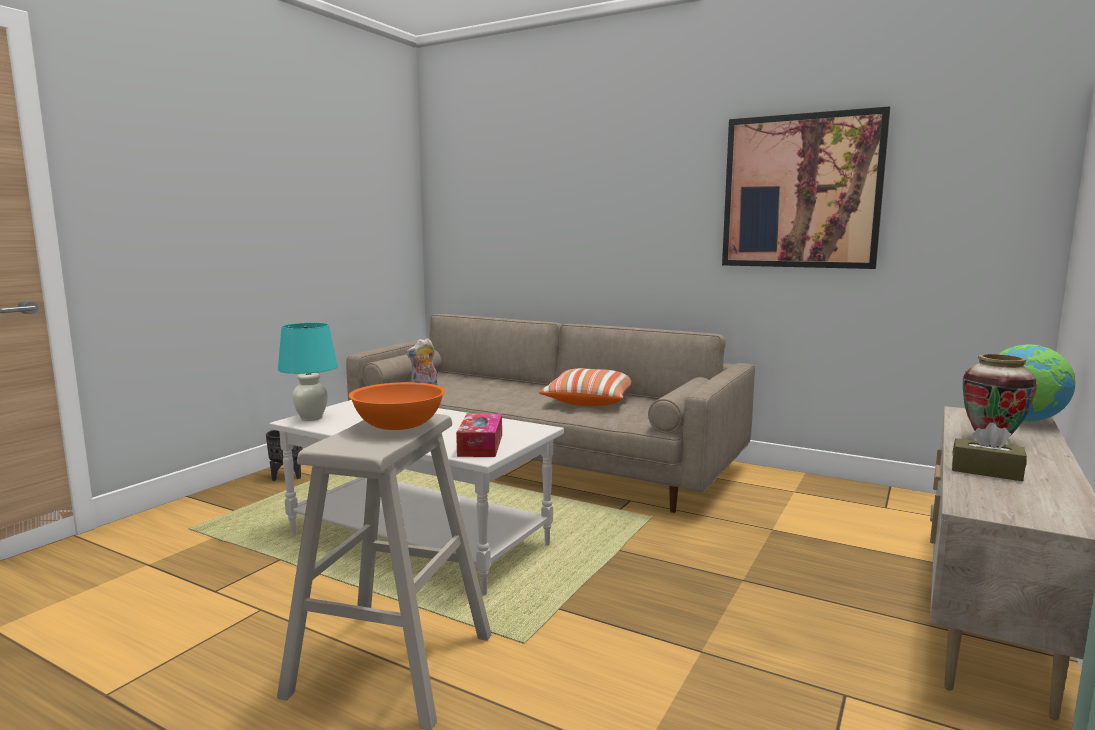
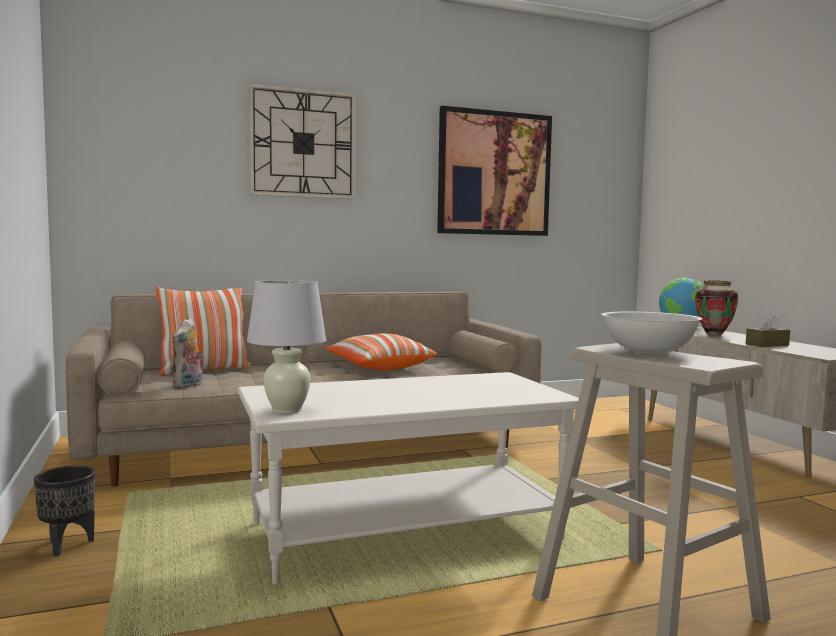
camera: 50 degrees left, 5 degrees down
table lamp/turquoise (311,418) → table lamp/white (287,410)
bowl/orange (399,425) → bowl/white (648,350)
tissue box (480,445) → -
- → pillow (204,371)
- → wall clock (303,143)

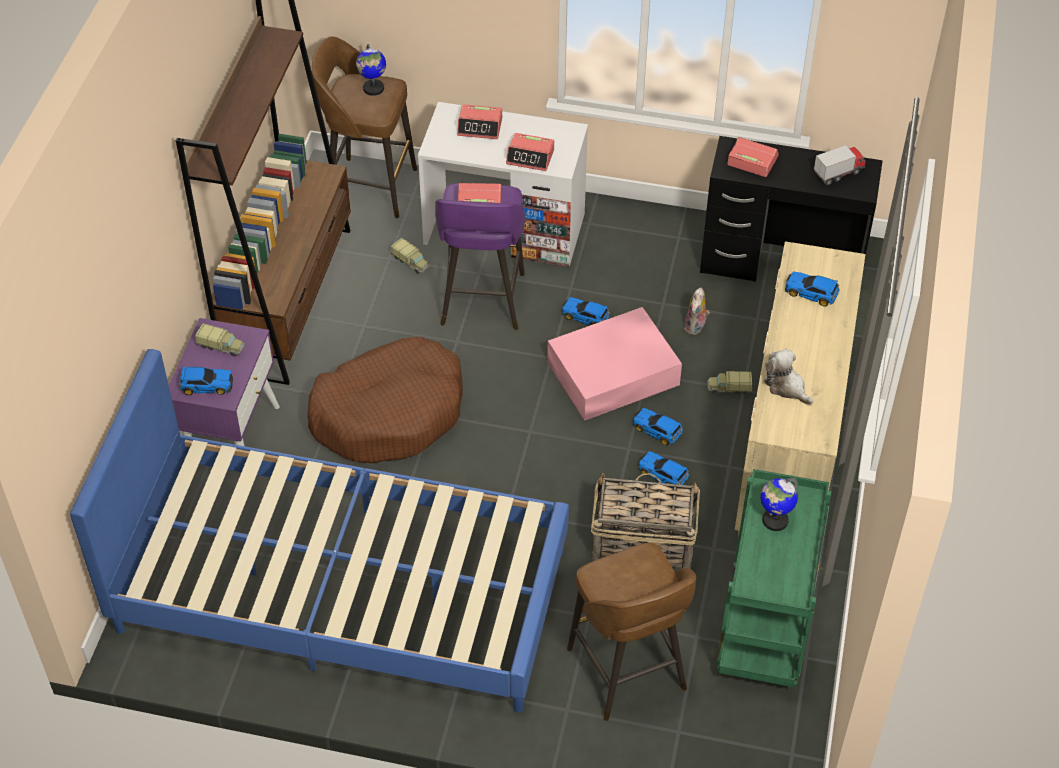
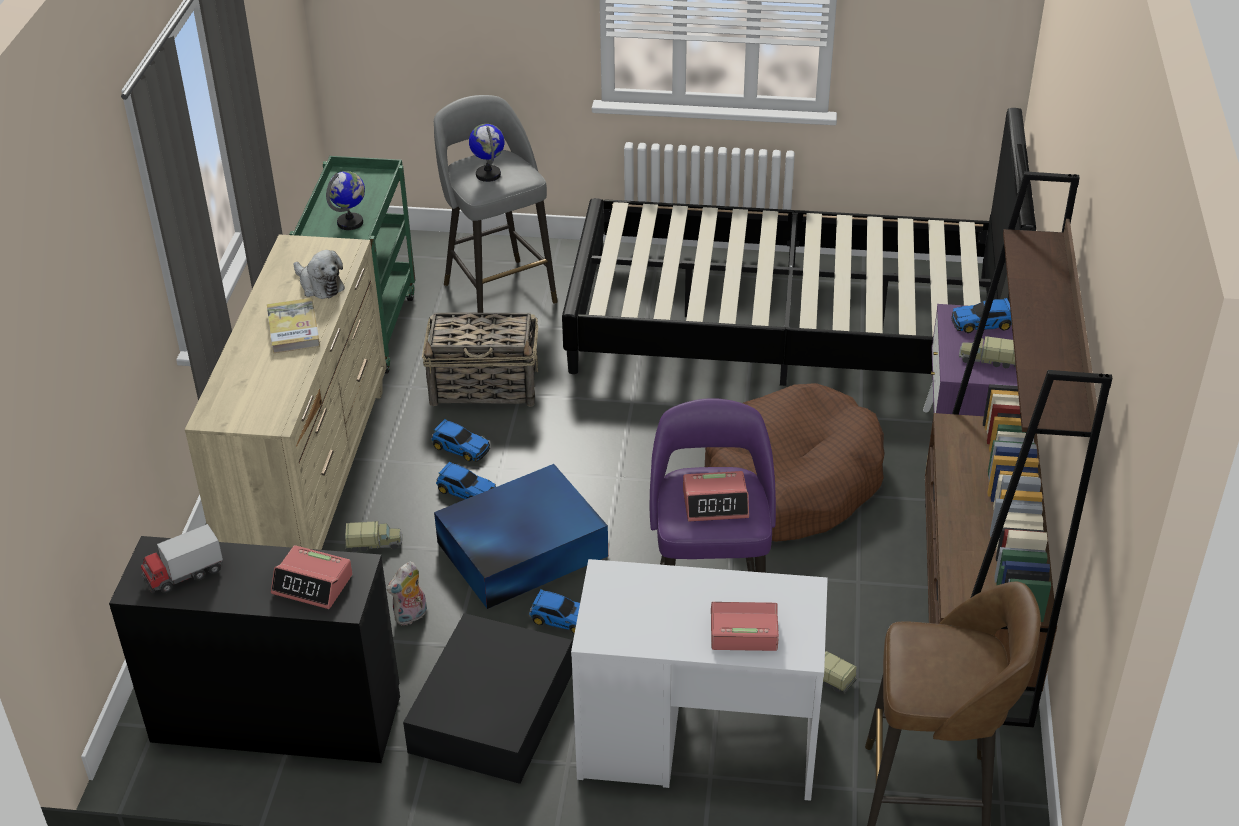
camera: 175 degrees right, 10 degrees down
bed/blue (341,589) → bed/black (787,327)
globe (373,88) → globe (488,174), move
alarm clock (530,157) → -
storage box/pink (615,373) → storage box/blue (520,549)
stool/brown (628,672) → stool/grey (498,291)
plush toy (696,327) → plush toy (411,616), 150 degrees counterclockwise
toy car (812,293) → -
- → book (293,329)
- → storage box/black (490,712)

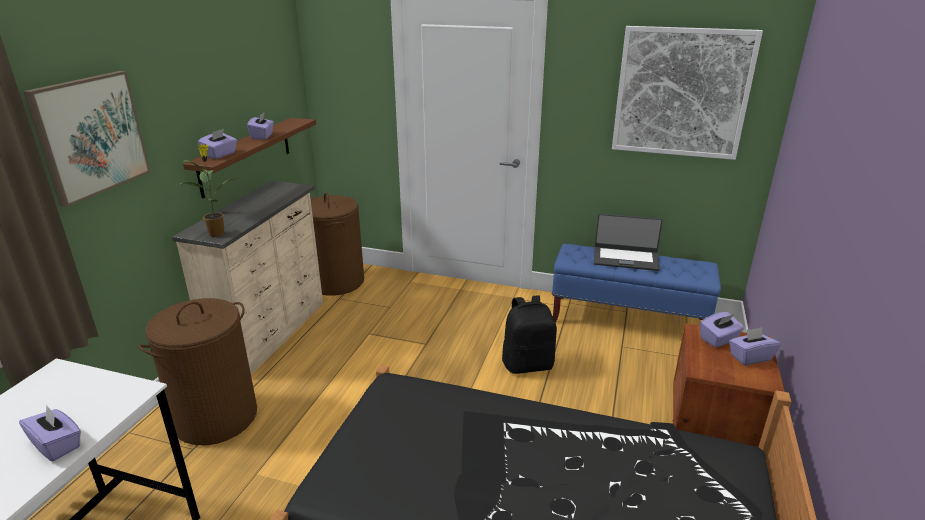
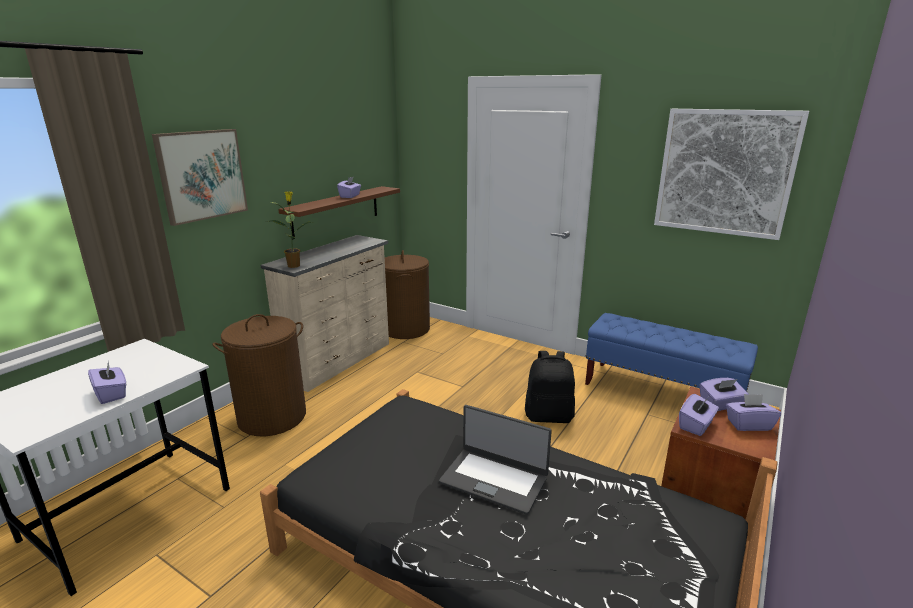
camera: 15 degrees right, 5 degrees down
tissue box/purple (220,155) → tissue box/purple (696,425), move
laptop (625,258) → laptop (494,479), move

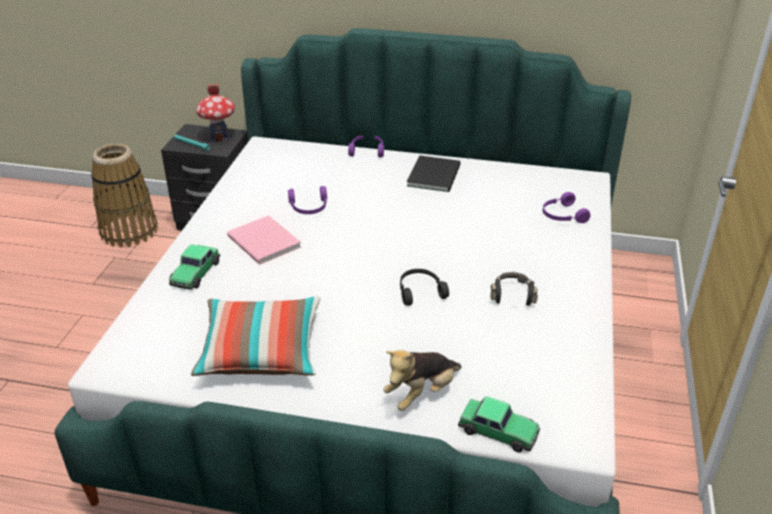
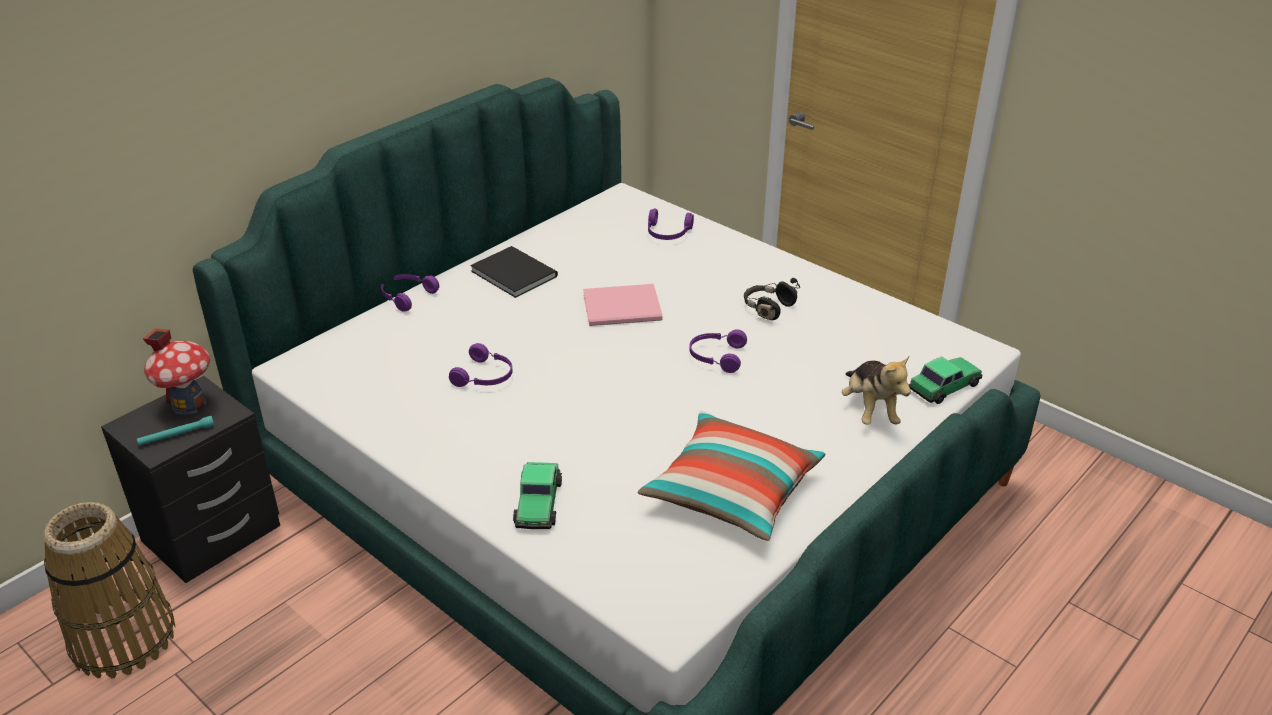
camera: 60 degrees left, 0 degrees up
toy car (195,273) → toy car (538,503), 45 degrees clockwise
book/pink (263,243) → book/pink (624,308), move
headphones/black (420,291) → headphones/purple (716,357)

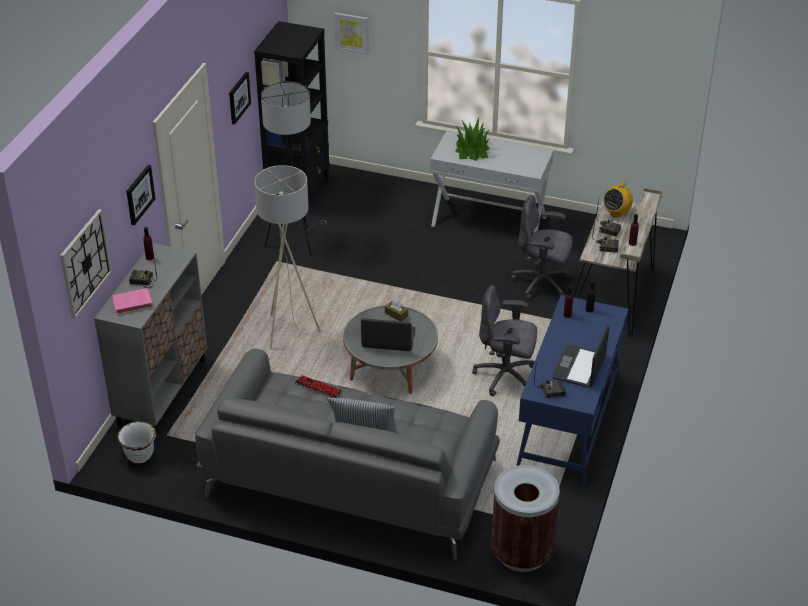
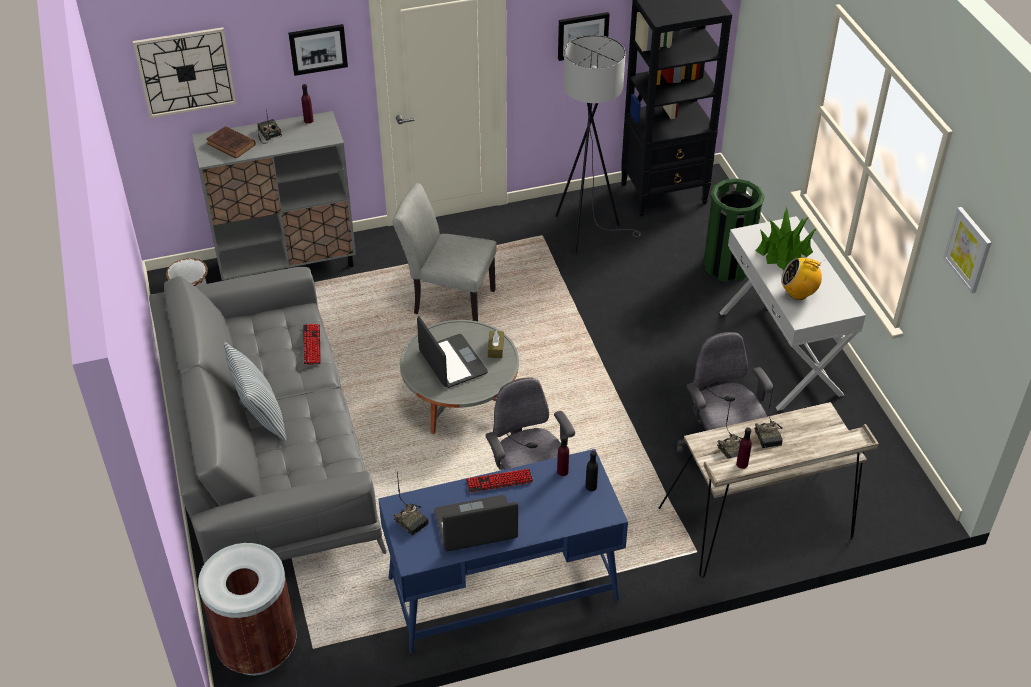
camera: 55 degrees right, 5 degrees up
book/pink (133,303) → book/brown (232,145)
floor lamp/beige (292,331) → chair/grey (448,300)
picture (352,32) → picture (968,249), move
radio (616,212) → radio (798,293), move
- → keyboard (499,481)
- → trash can/green (727,266)

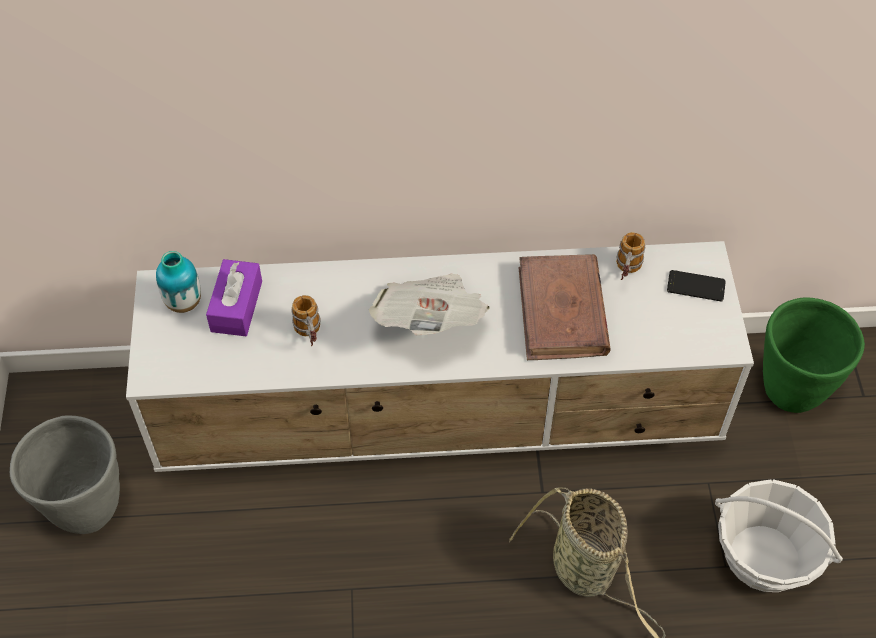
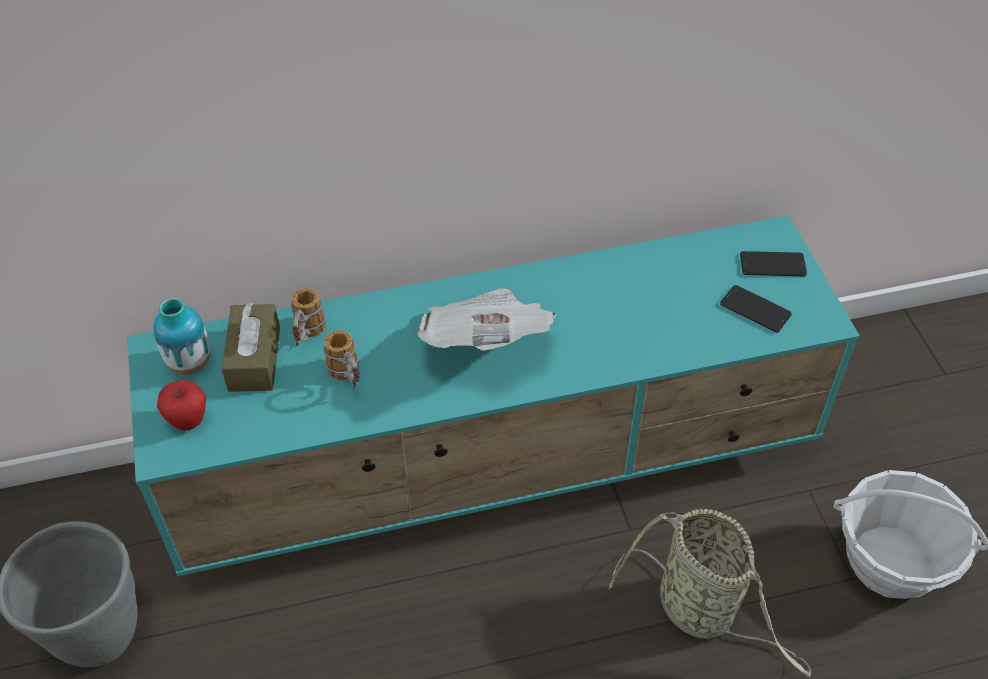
camera: 10 degrees left, 5 degrees down
tv stand/white (441,418) → tv stand/turquoise (498,466)
tissue box/purple (236,306) → tissue box/brown (254,358)
book/brown (562,311) → -
mug (626,272) → mug (307,337), move
planter/green (792,390) → -
- → apple (188,421)
- → phone (755,309)

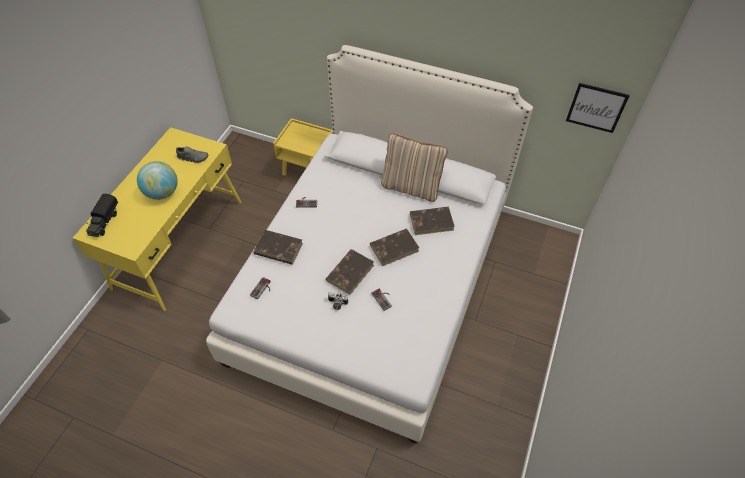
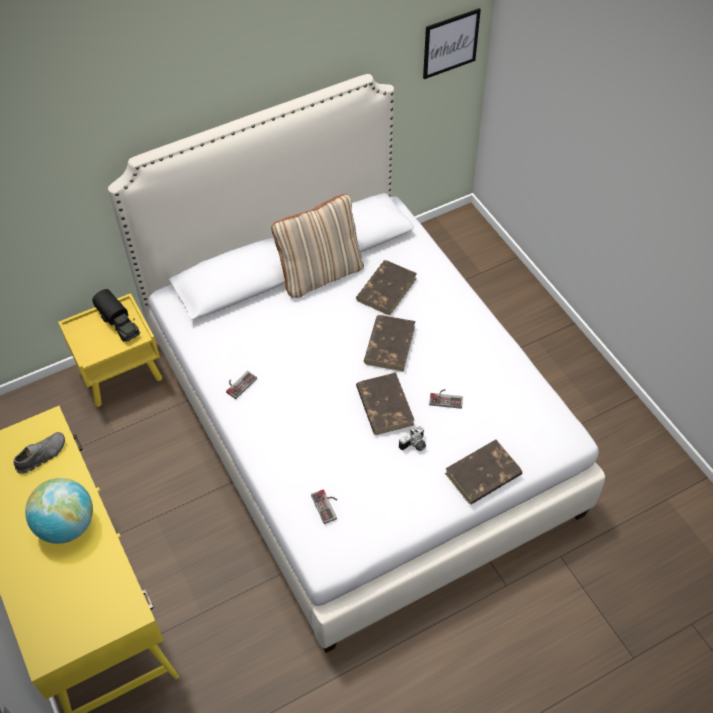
camera: 50 degrees left, 0 degrees up
toy truck (104,222) → toy truck (119,324), move
book/brown (278,249) → book/brown (482,475), move

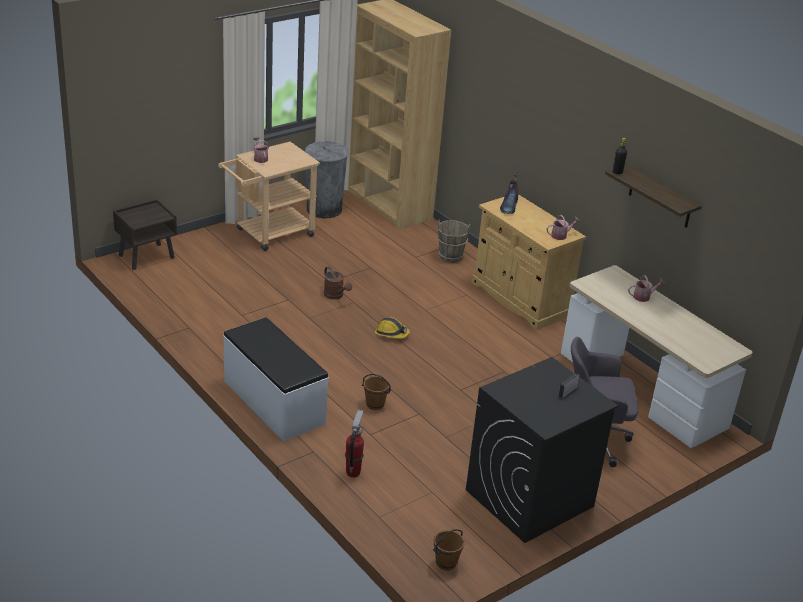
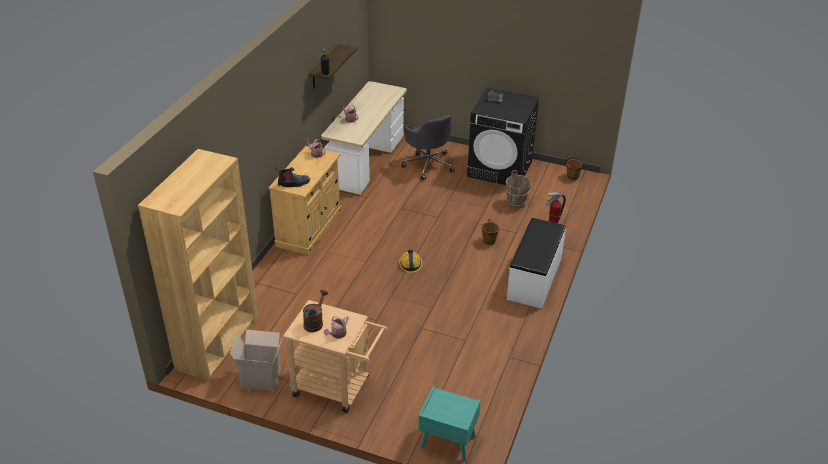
camera: 120 degrees left, 5 degrees up
nightstand/brown (147,256) → nightstand/turquoise (447,441)
trash can/grey (324,209) → cardboard box (261,377)
watering can/brown (336,296) → watering can/brown (315,322), move
bucket/brown (450,257) → bucket/brown (516,203), move

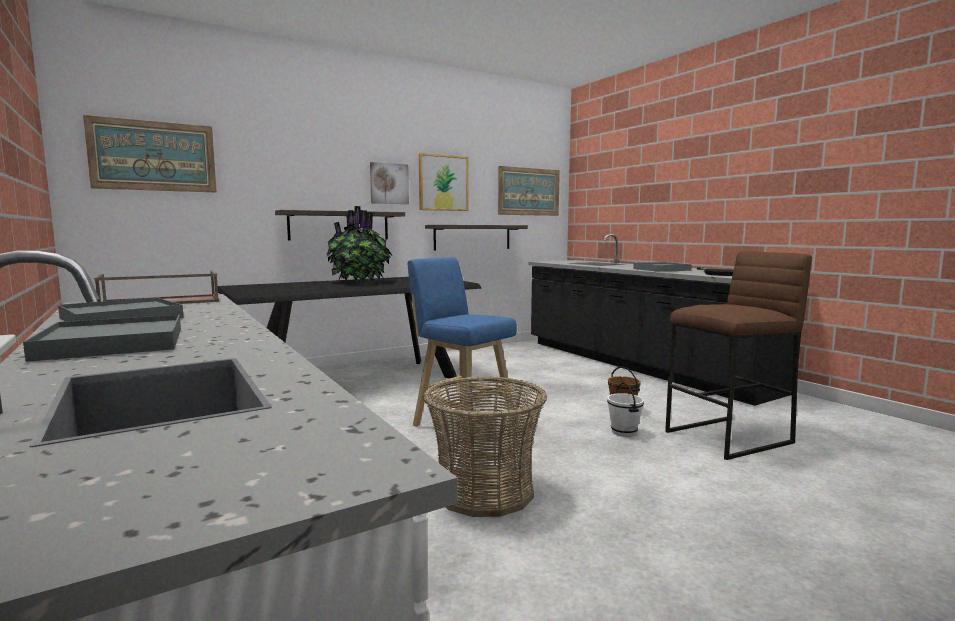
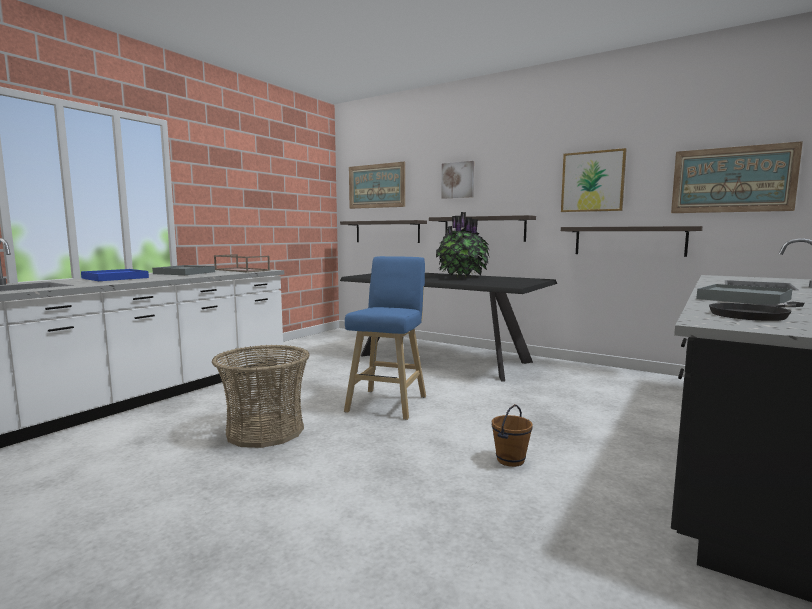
camera: 65 degrees right, 0 degrees up
tray/grey (114,343) → tray/blue (115,278)
picture (389,183) → picture (458,180), move
bucket/white (624,432) → -
stool/brown (729,438) → -
- → shelf (387,231)

